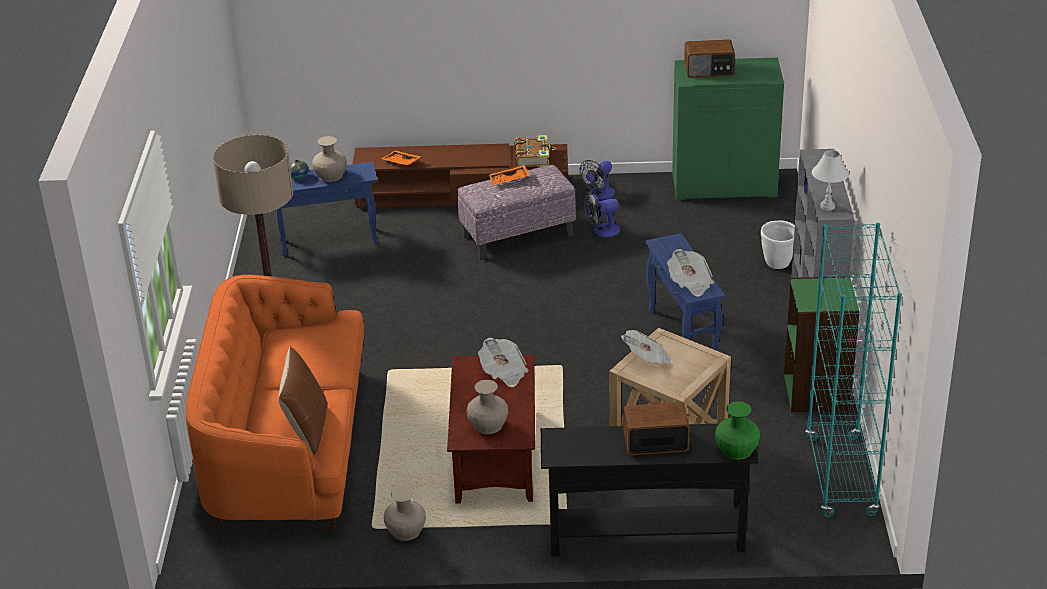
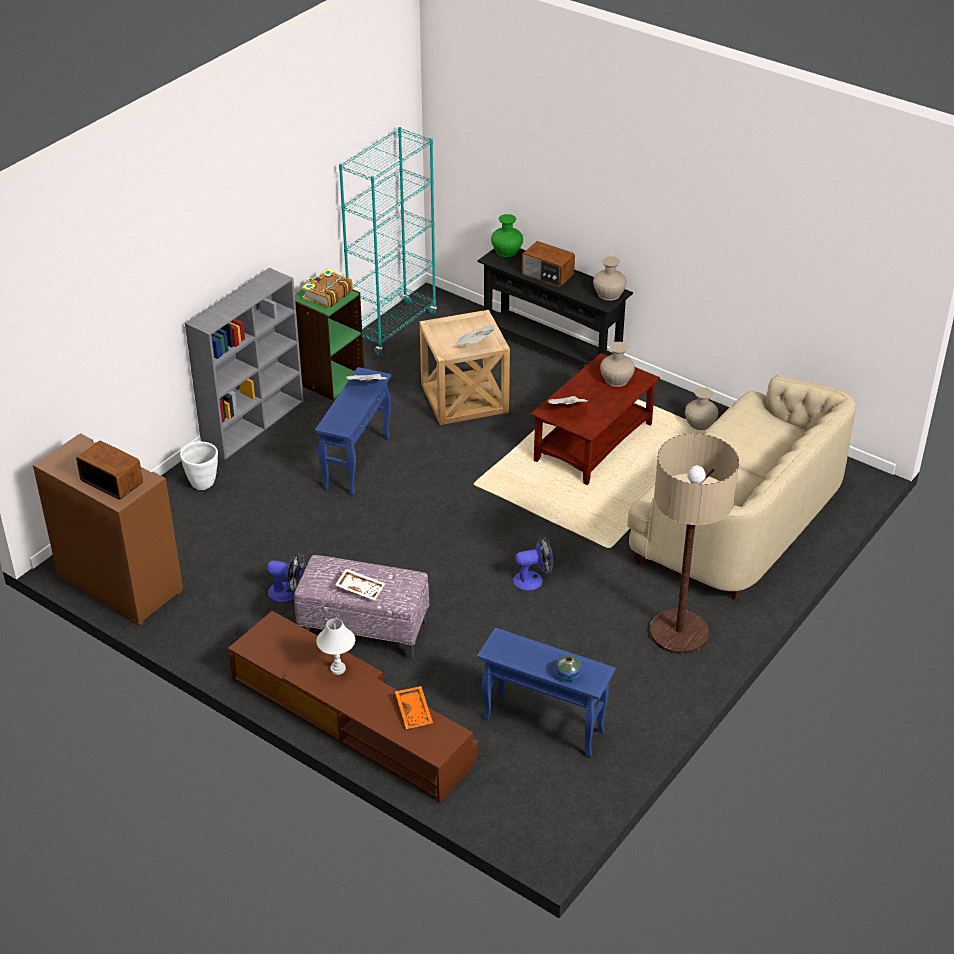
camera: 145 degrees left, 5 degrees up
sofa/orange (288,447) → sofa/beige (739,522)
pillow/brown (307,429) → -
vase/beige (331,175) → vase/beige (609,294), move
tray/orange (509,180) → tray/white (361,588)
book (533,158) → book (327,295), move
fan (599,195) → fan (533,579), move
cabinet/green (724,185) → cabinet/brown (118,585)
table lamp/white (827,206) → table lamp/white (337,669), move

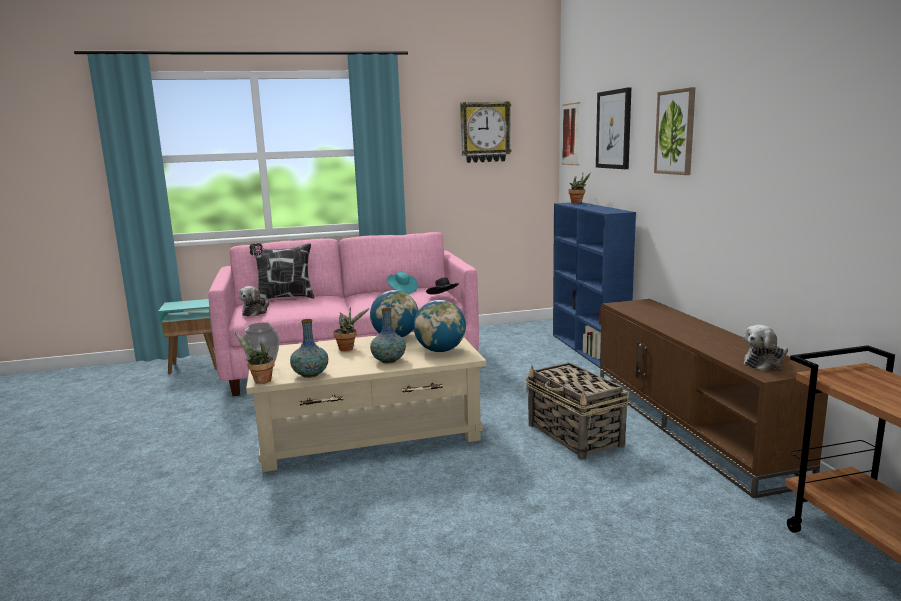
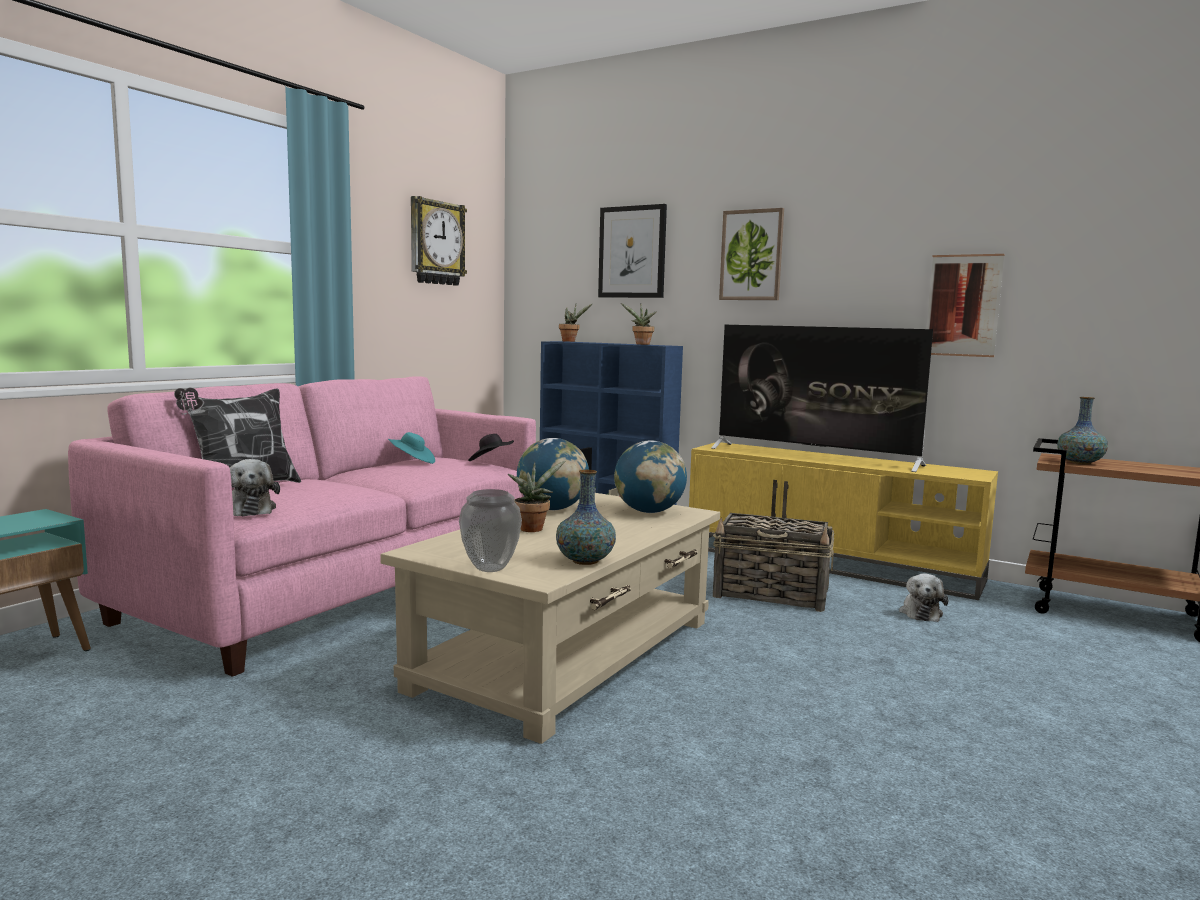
camera: 45 degrees left, 5 degrees down
potted plant (260,381) → potted plant (641,344), move
vase (388,361) → vase (1080,463), move
picture (571,134) → picture (963,305), move
tv stand/brown (691,426) → tv stand/yellow (830,563)
plush toy (765,363) → plush toy (920,612), move
- → television (814,457)

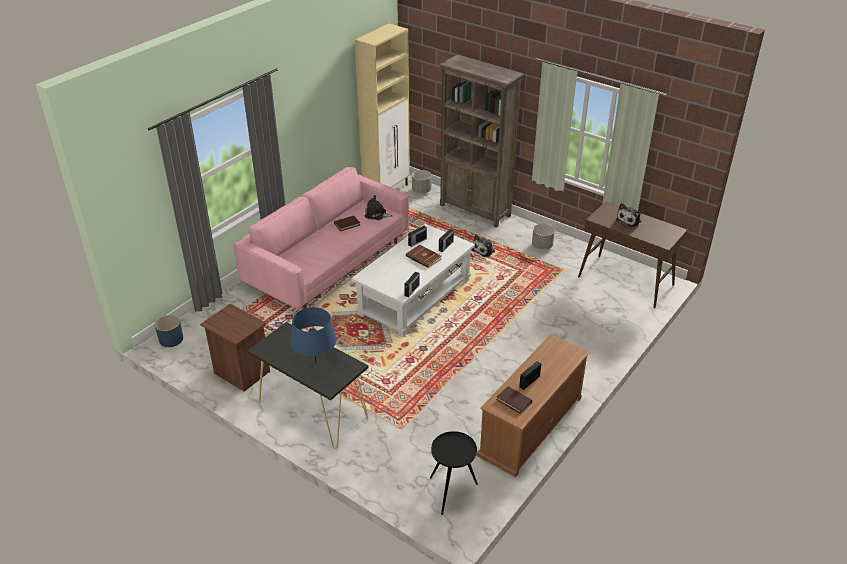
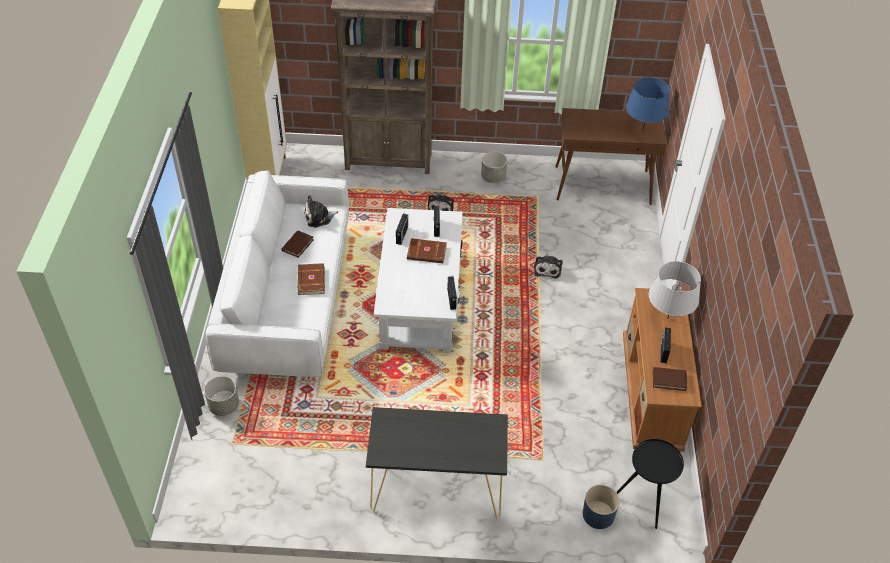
camera: 35 degrees left, 10 degrees up
planter/blue (171,339) → planter/blue (598,515), move
nightstand/brown (241,373) → -
sofa/pink (328,263) → sofa/white (288,300)
table lamp/blue (315,362) → table lamp/blue (642,131), move
planter/grey (421,190) → planter/grey (224,405), move
plush toy (629,220) → plush toy (547,269), move
- → book/brown (310,281)
- → table lamp/grey (667,318)

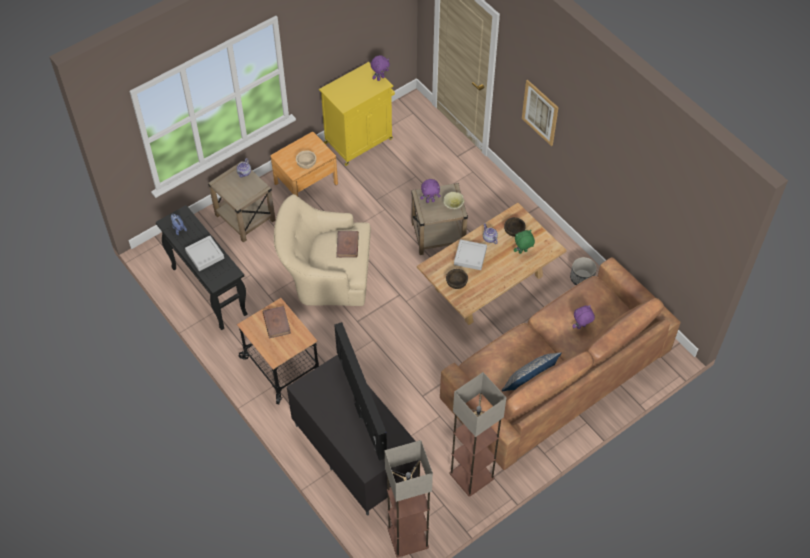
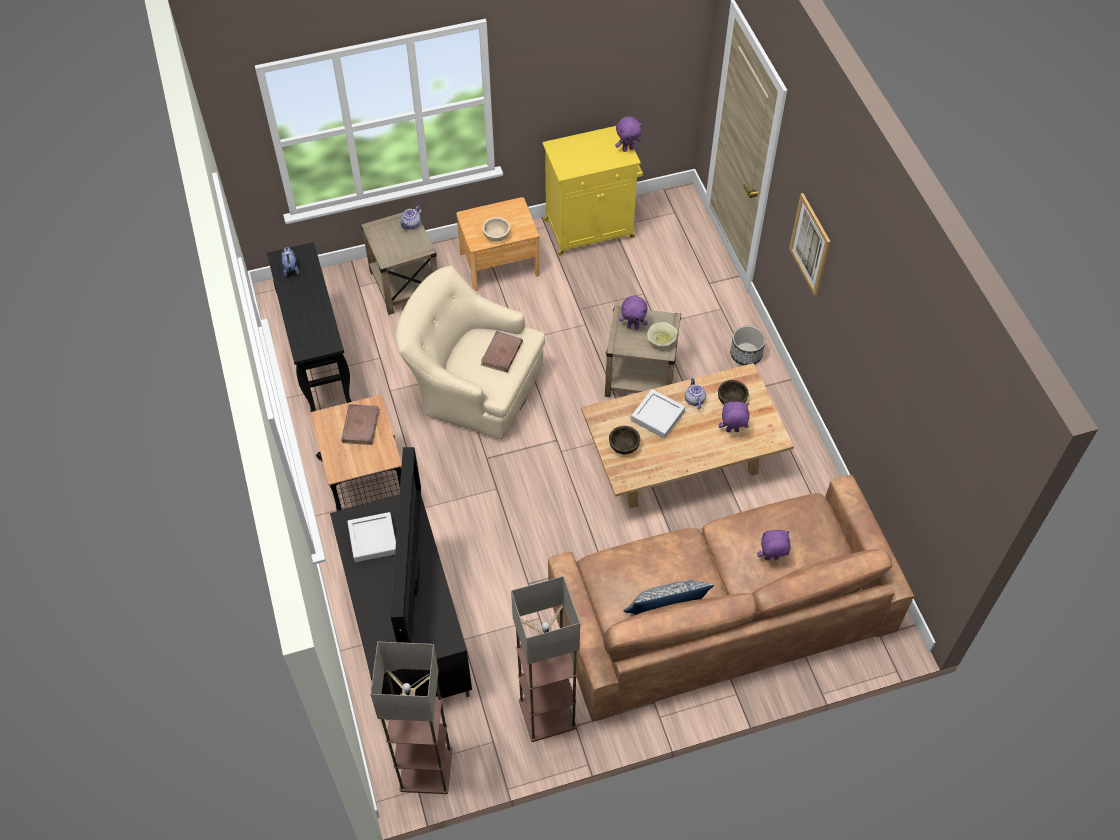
camera: 20 degrees right, 0 degrees up
tray/grey (205,255) → tray/grey (373,539), move
plush toy/green (523,252) → plush toy/purple (732,431)
planter (582,278) → planter (746,354), move

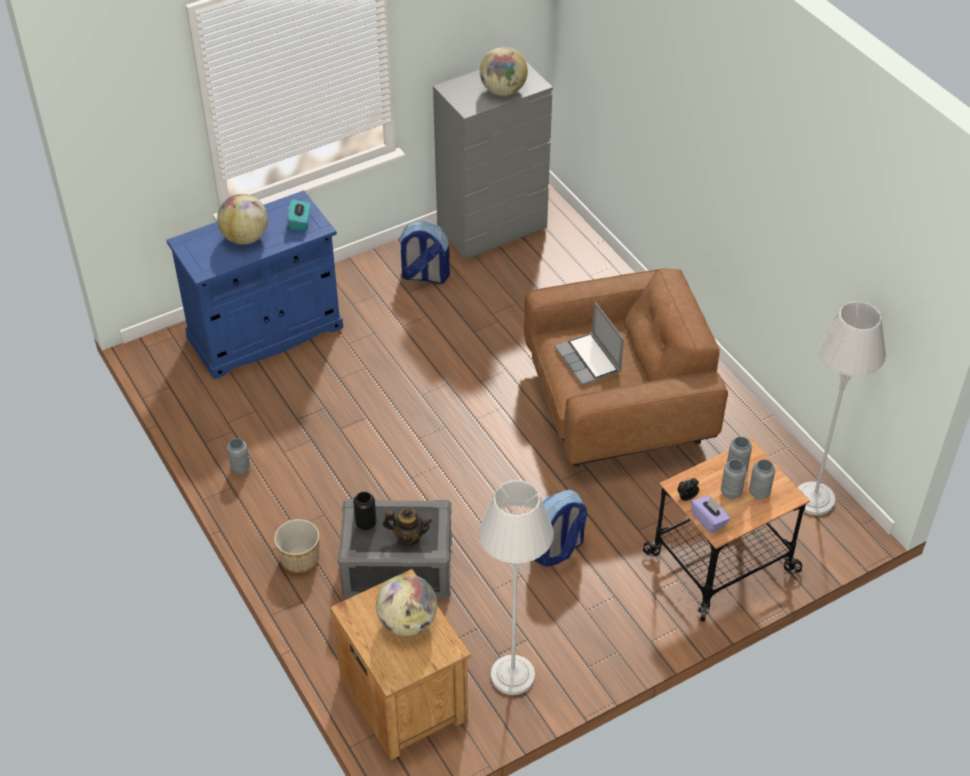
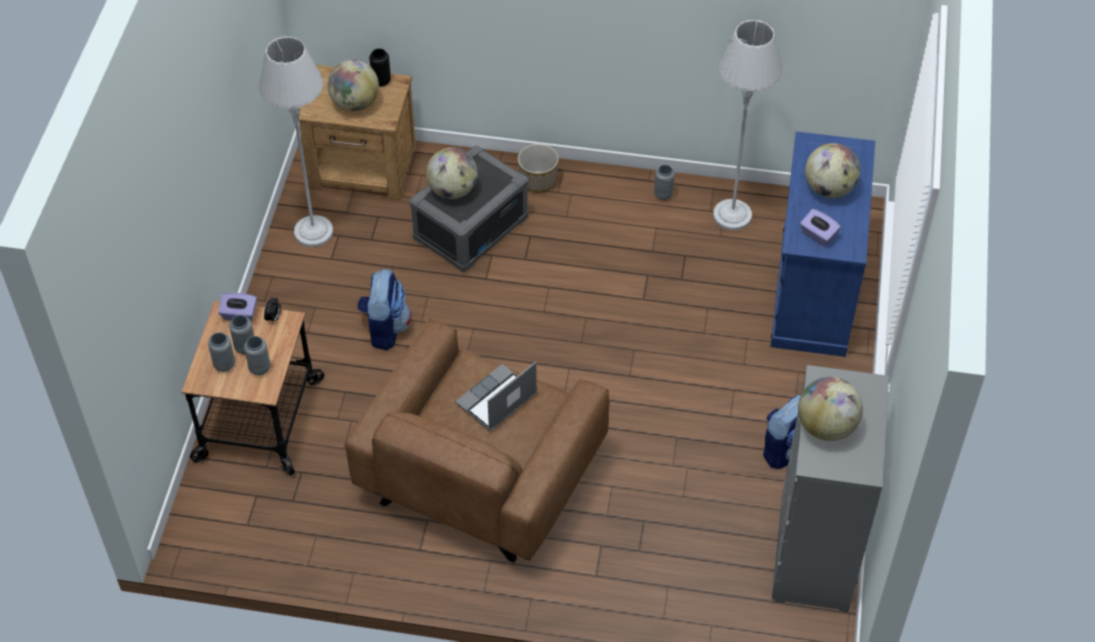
camera: 130 degrees right, 5 degrees up
tissue box/turquoise (300,222) → tissue box/purple (818,235)
vase/black (366,524) → vase/black (381,81), move
teapot (408,537) → globe (453,190)
laptop (589,360) → laptop (496,400), 60 degrees counterclockwise
floor lamp/grey (814,499) → floor lamp/grey (732,216), move

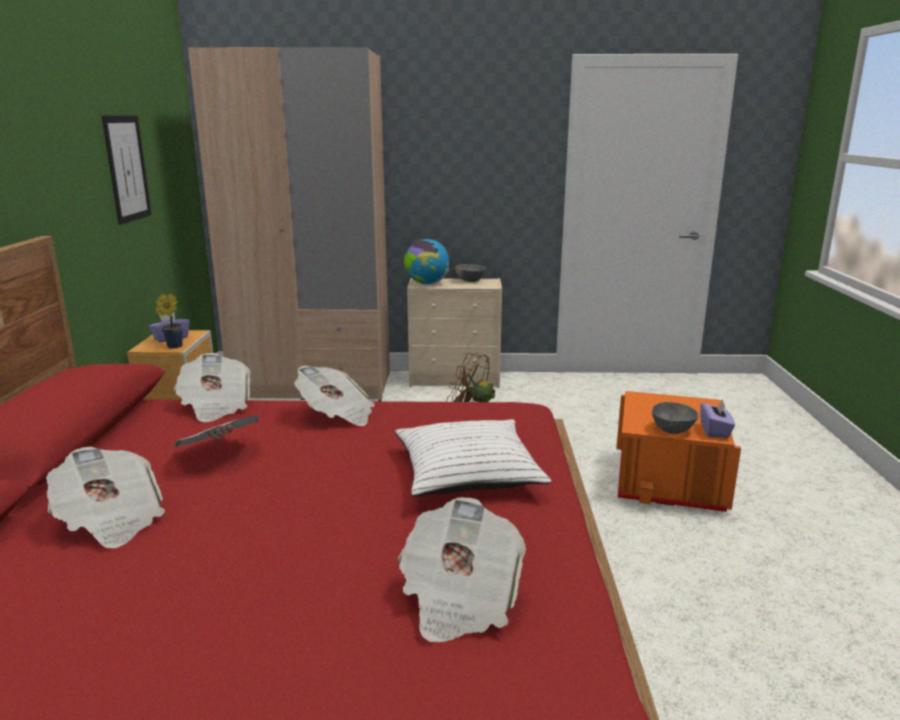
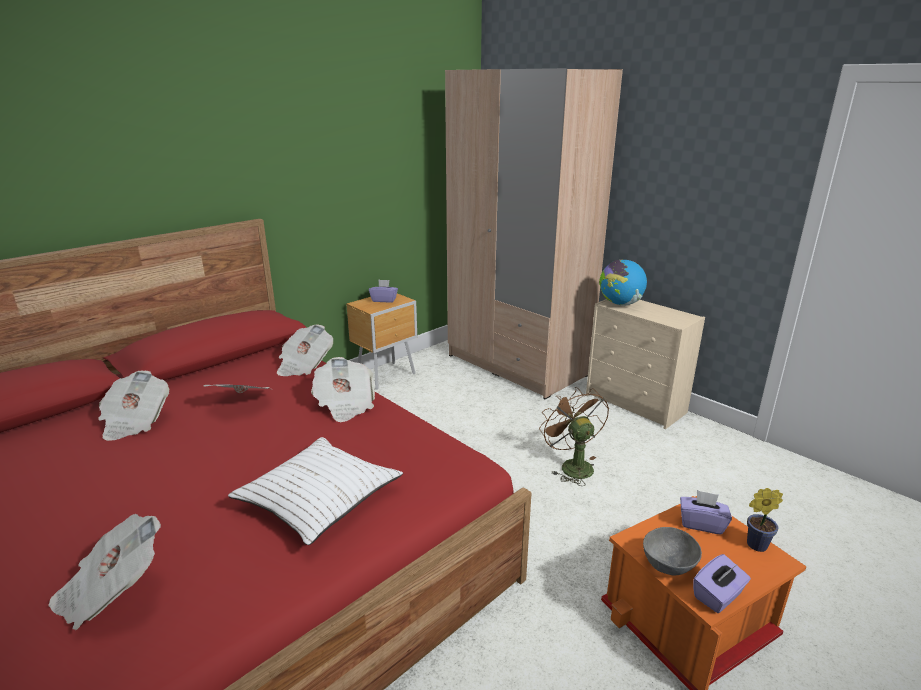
camera: 45 degrees right, 5 degrees up
picture (127,168) → -
potted plant (172,346) → potted plant (754,545), move
bowl/grey (469,281) → -
- → tissue box/purple (701,523)

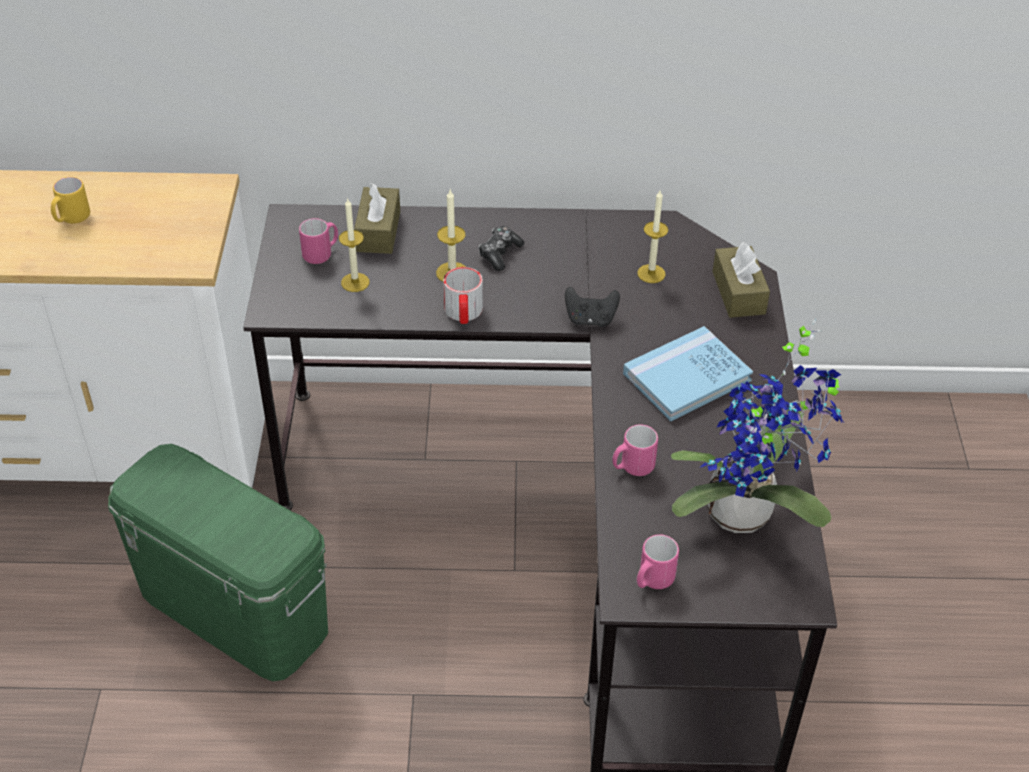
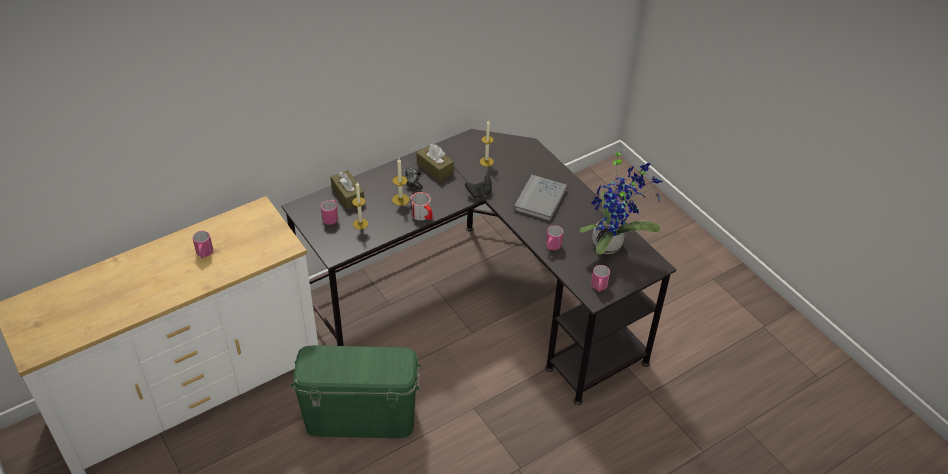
camera: 35 degrees left, 0 degrees up
mug/yellow (71,219) → mug/pink (204,254)
book/blue (687,377) → book/grey (540,200)
tissue box/brown (738,293) → tissue box/brown (435,168), move

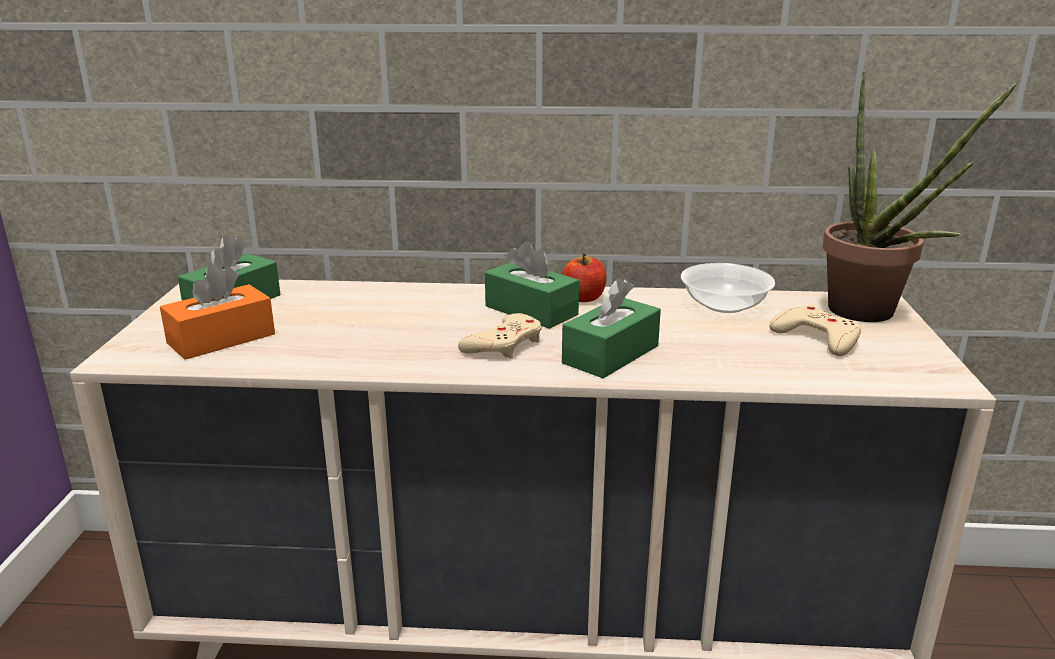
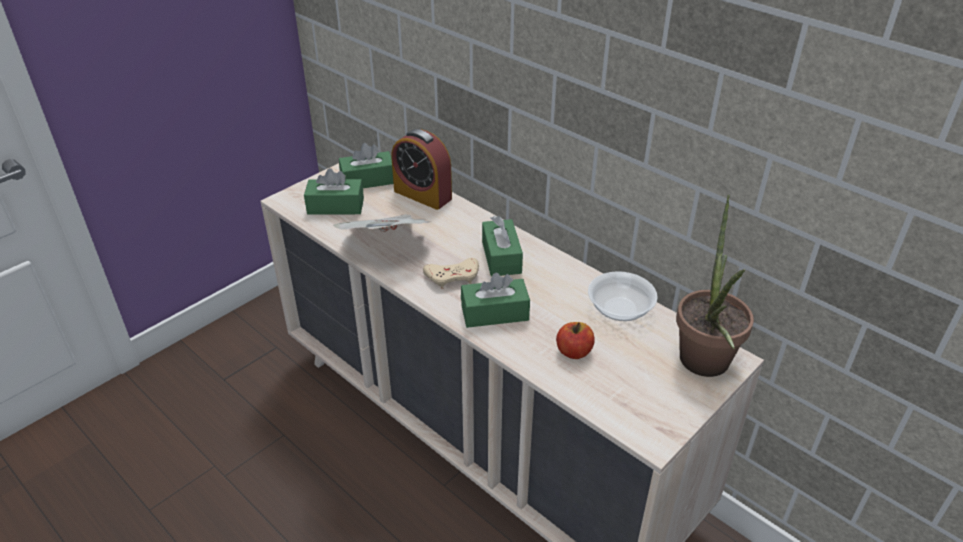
camera: 40 degrees right, 15 degrees up
tissue box/orange (221,339) → tissue box/green (335,206)
apple (583,298) → apple (574,352), move
game controller/beige (817,338) → -
- → newspaper (387,243)
- → alarm clock (422,195)

